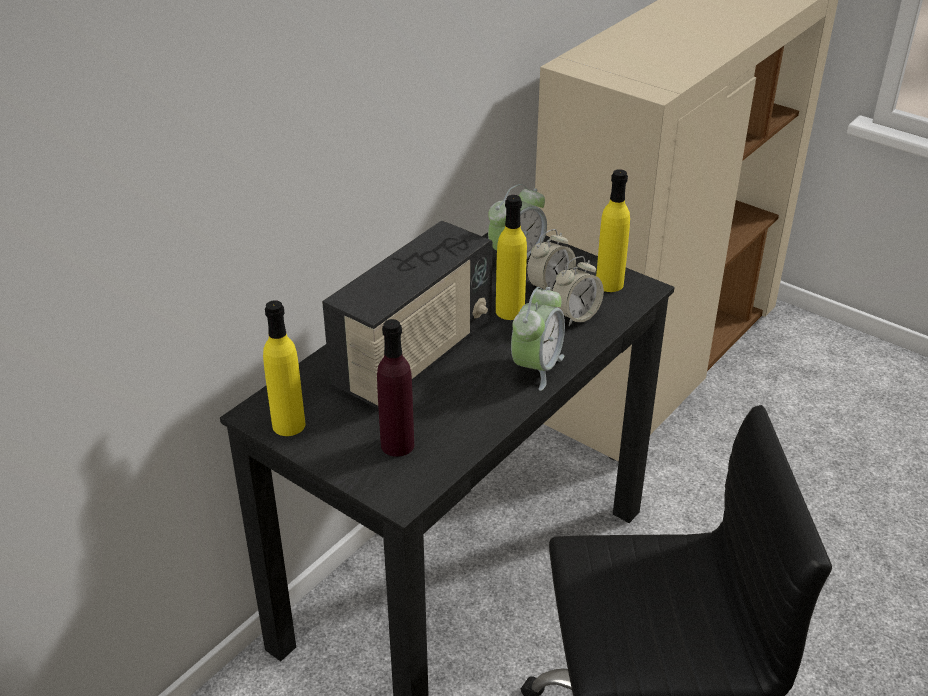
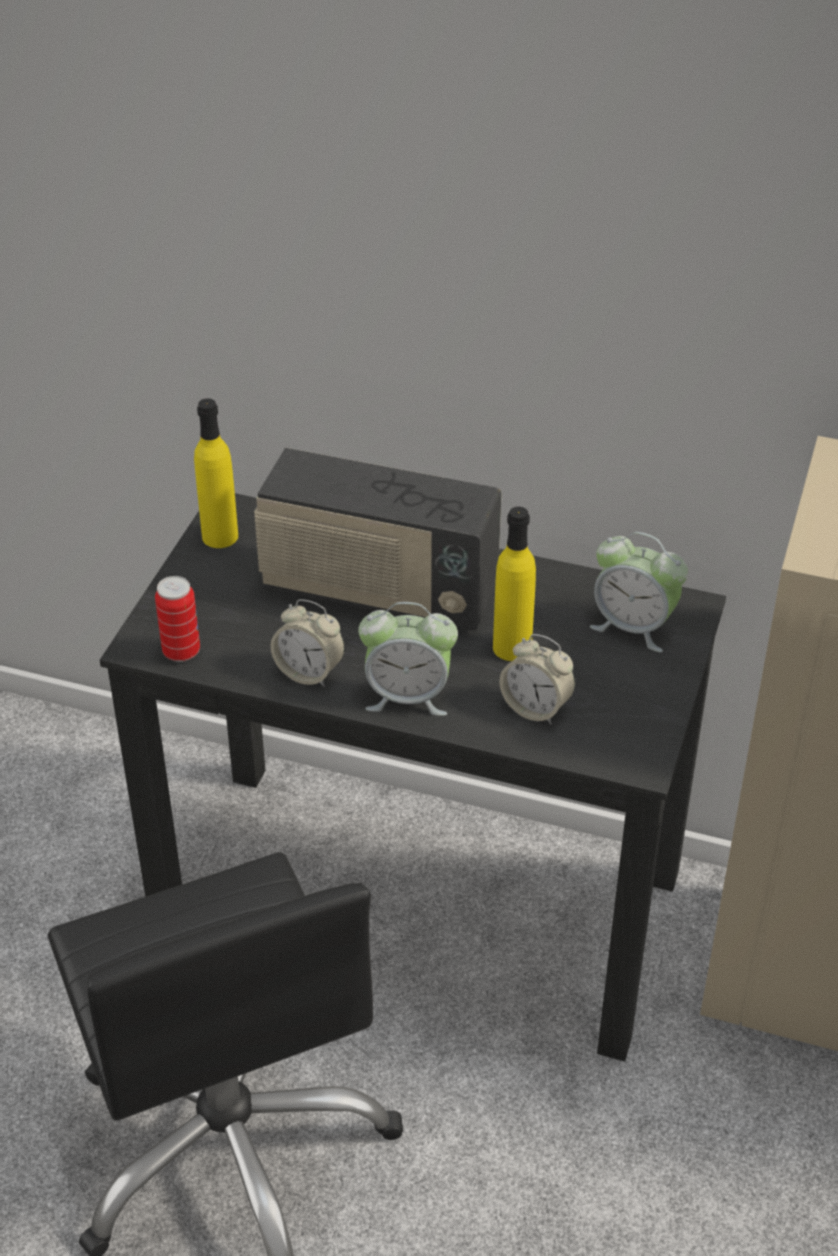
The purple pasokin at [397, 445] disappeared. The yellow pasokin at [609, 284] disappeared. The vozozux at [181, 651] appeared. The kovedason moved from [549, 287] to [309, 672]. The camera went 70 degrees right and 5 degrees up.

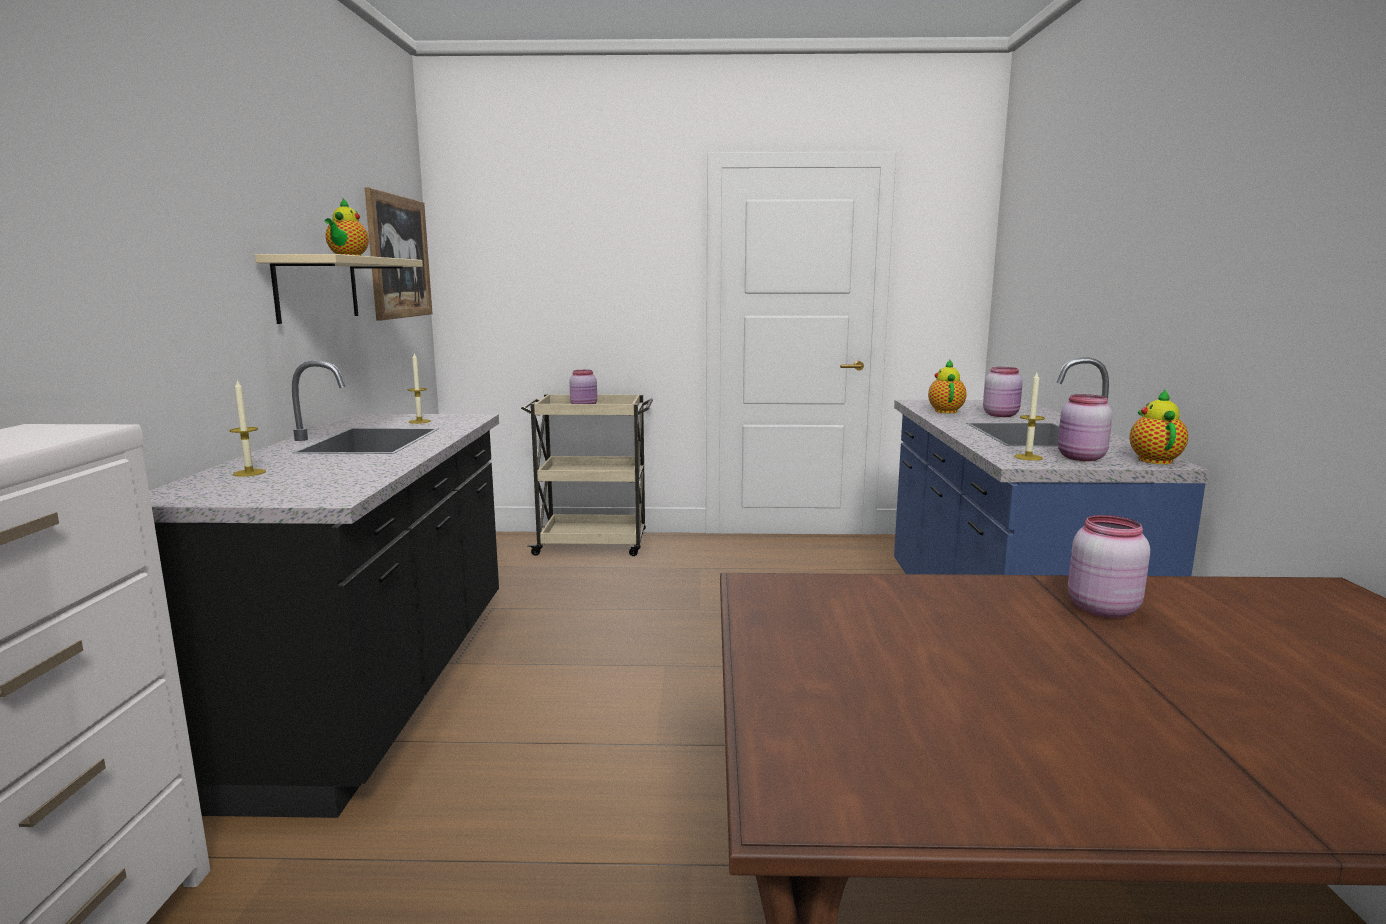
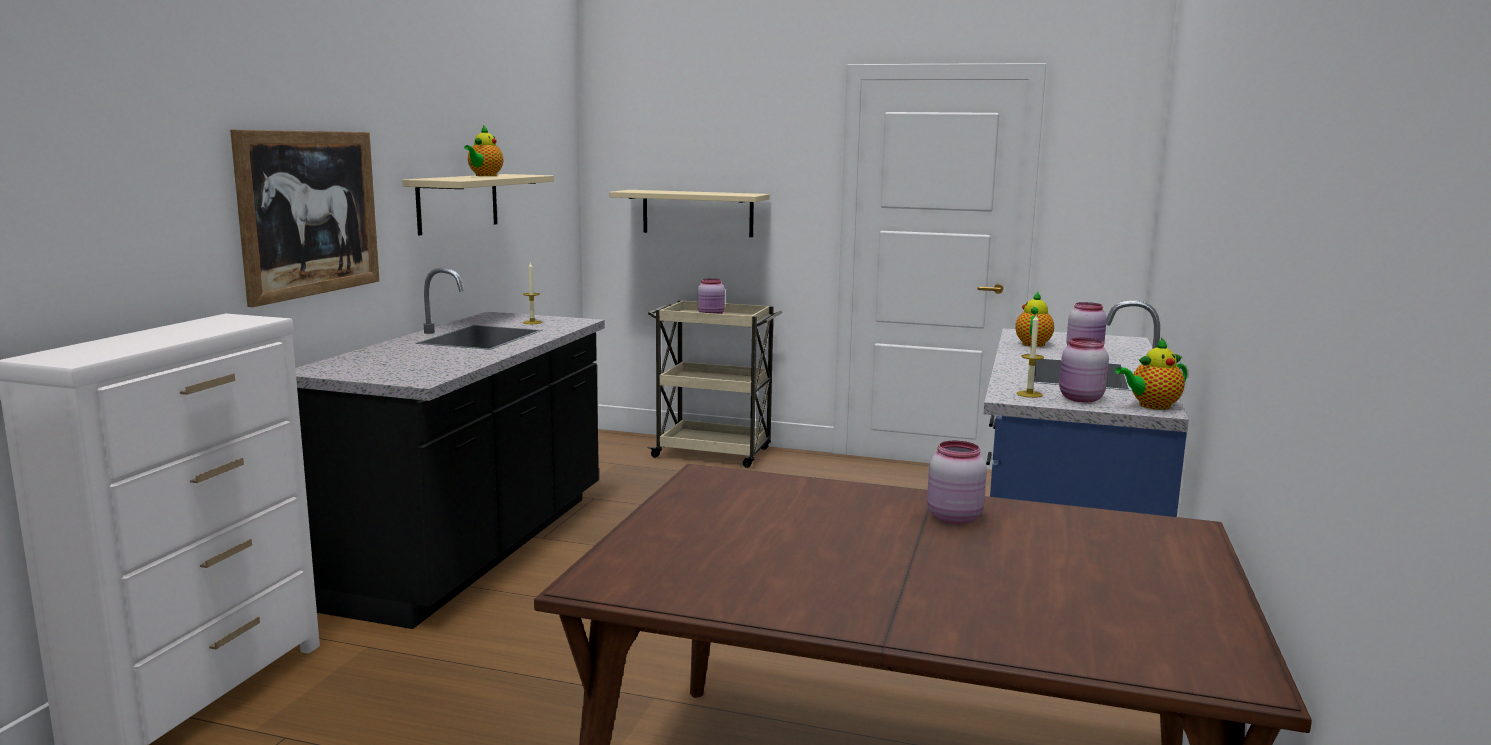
The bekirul at [249, 473] disappeared. The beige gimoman at [697, 213] appeared. The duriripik moved from [399, 257] to [309, 213]. The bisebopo at [1153, 459] turned 135 degrees counterclockwise. The camera went 15 degrees right and 0 degrees up.

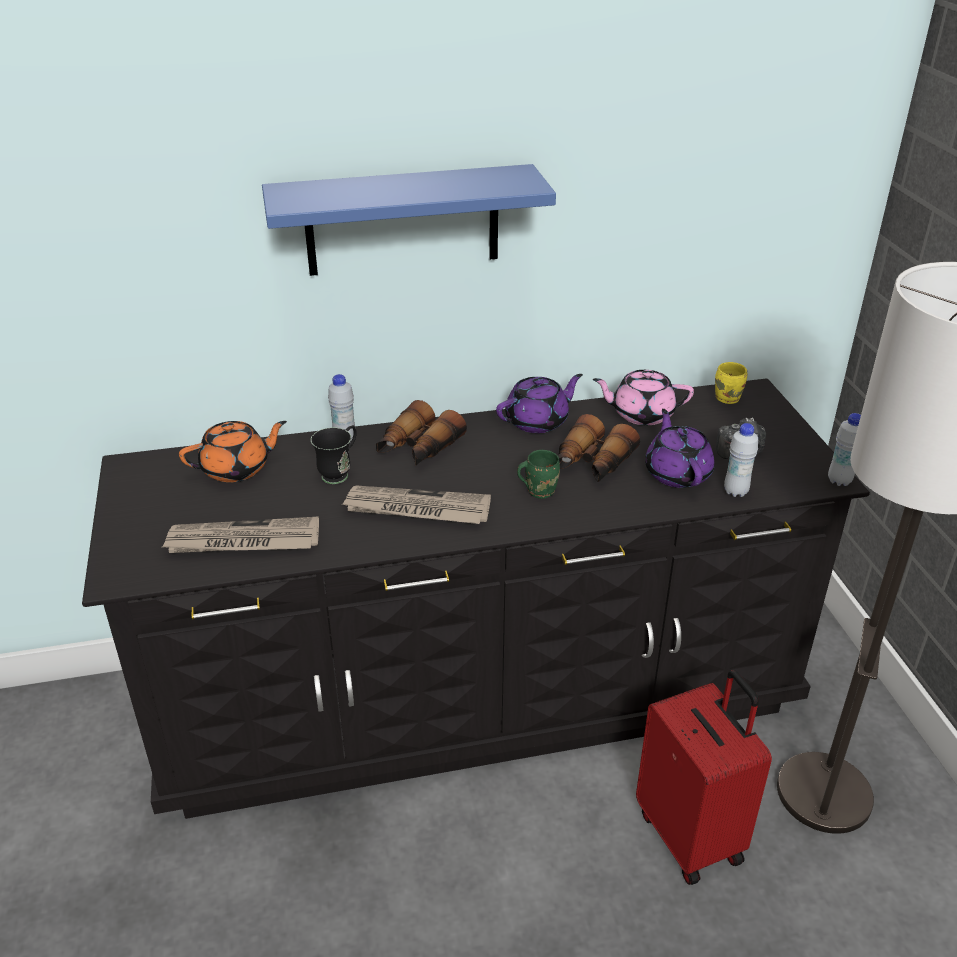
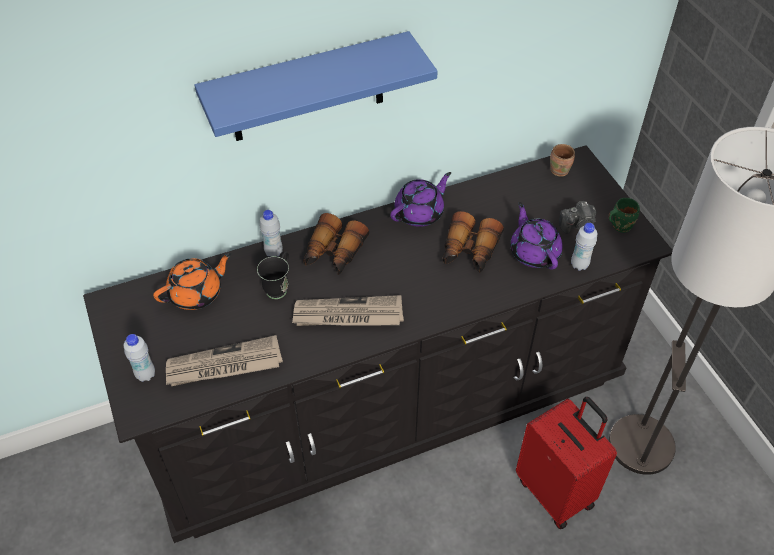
The pink bisebopo at [641, 414] disappeared. The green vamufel moved from [539, 490] to [619, 225]. The white pasokin moved from [839, 481] to [145, 375]. The yellow vamufel at [729, 398] became the brown vamufel at [561, 170]. The camera went 10 degrees left and 15 degrees up.

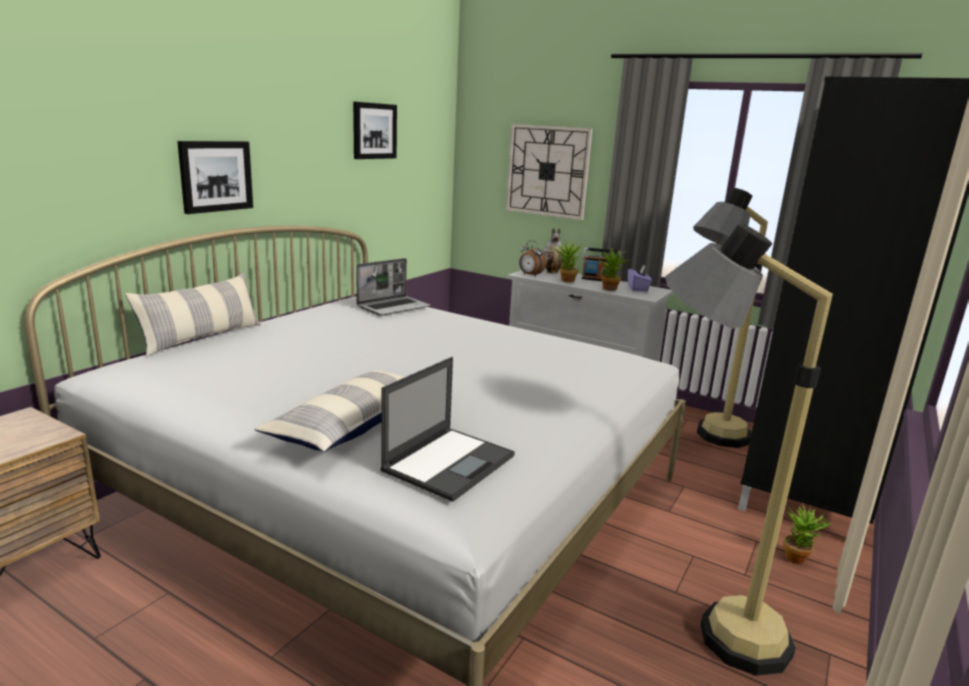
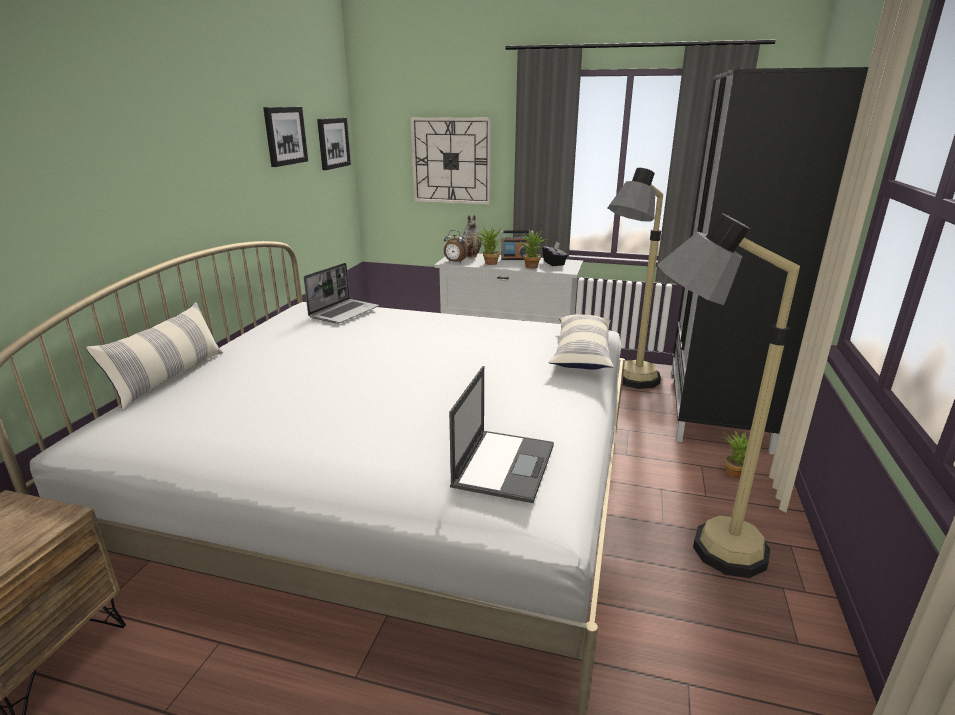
The duriripik moved from [215, 176] to [333, 143]. The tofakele moved from [350, 424] to [581, 353]. The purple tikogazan at [638, 288] became the black tikogazan at [554, 263]. The camera went 15 degrees left and 5 degrees up.

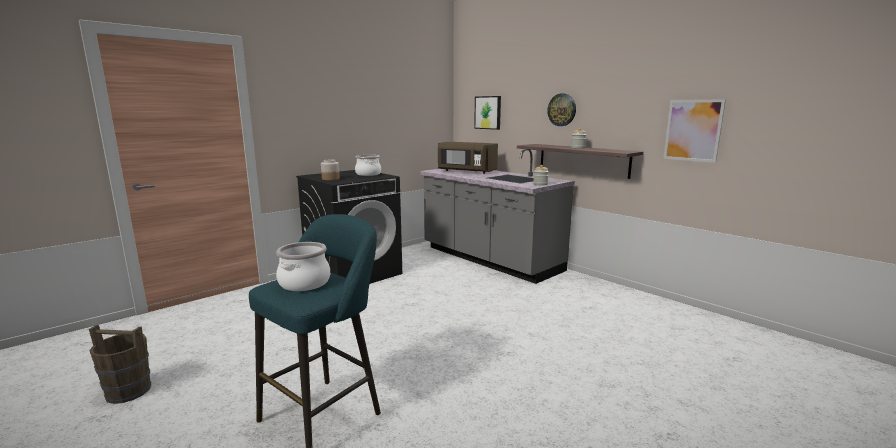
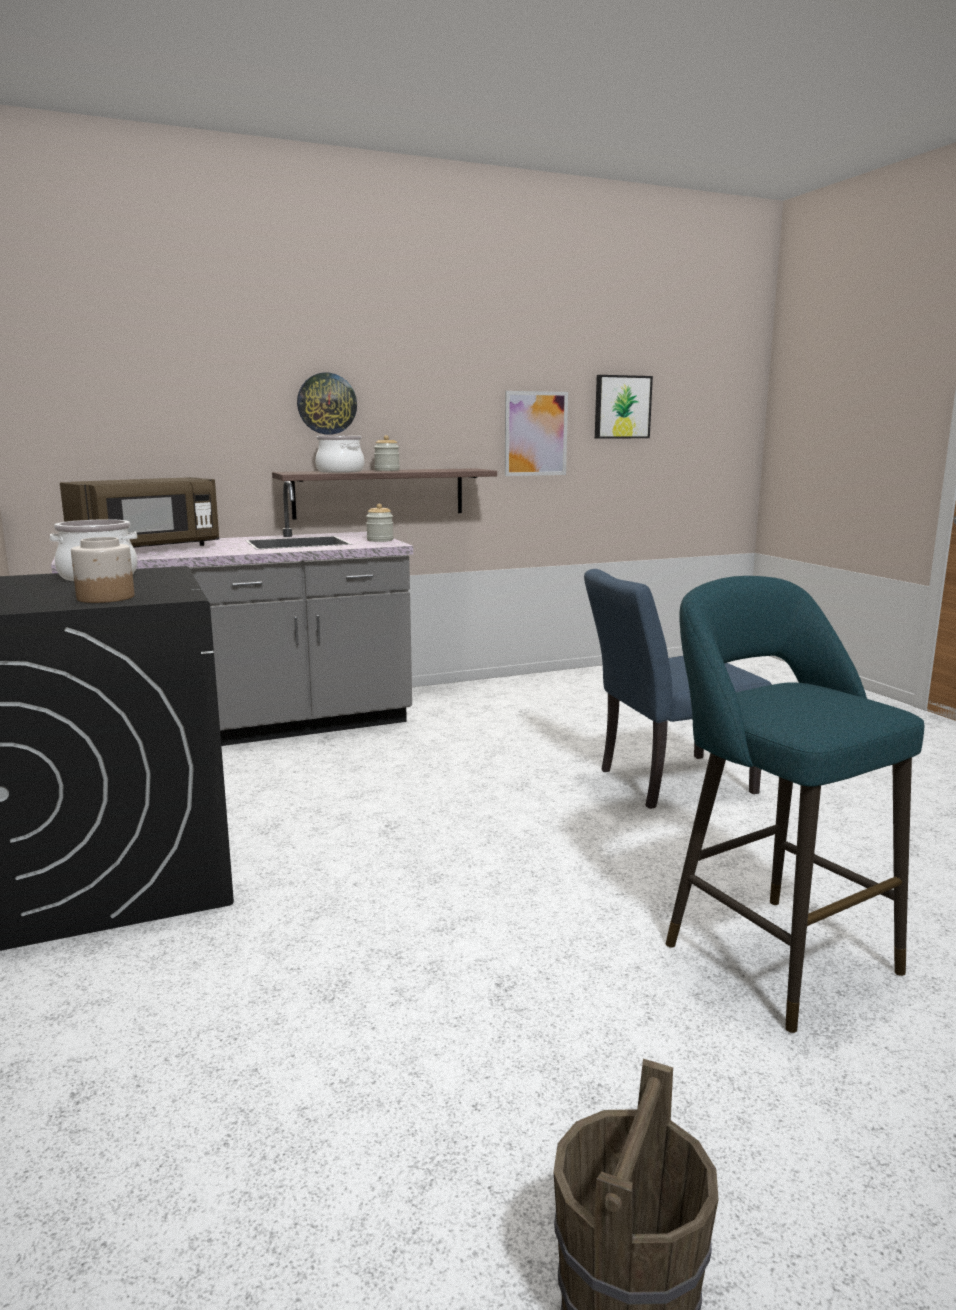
The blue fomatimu at [665, 782] appeared. The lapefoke moved from [304, 283] to [339, 471]. The duriripik moved from [488, 112] to [621, 407]. The camera went 70 degrees left and 0 degrees up.

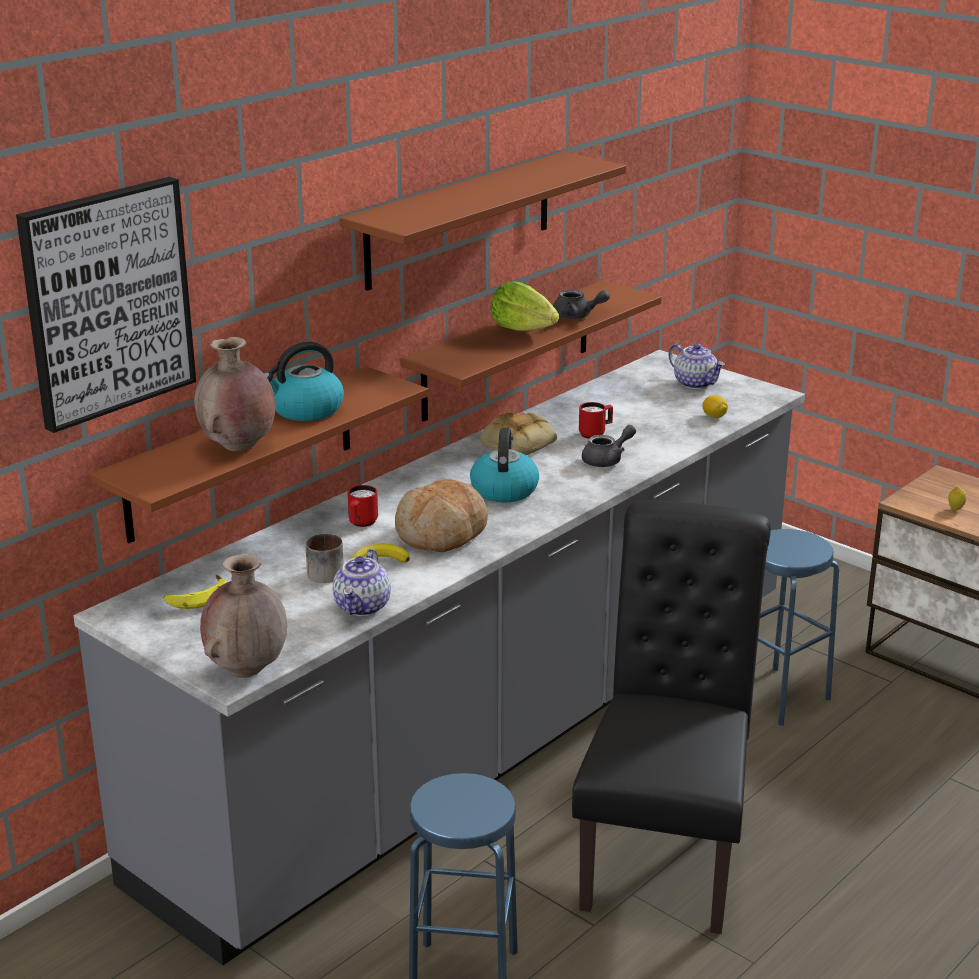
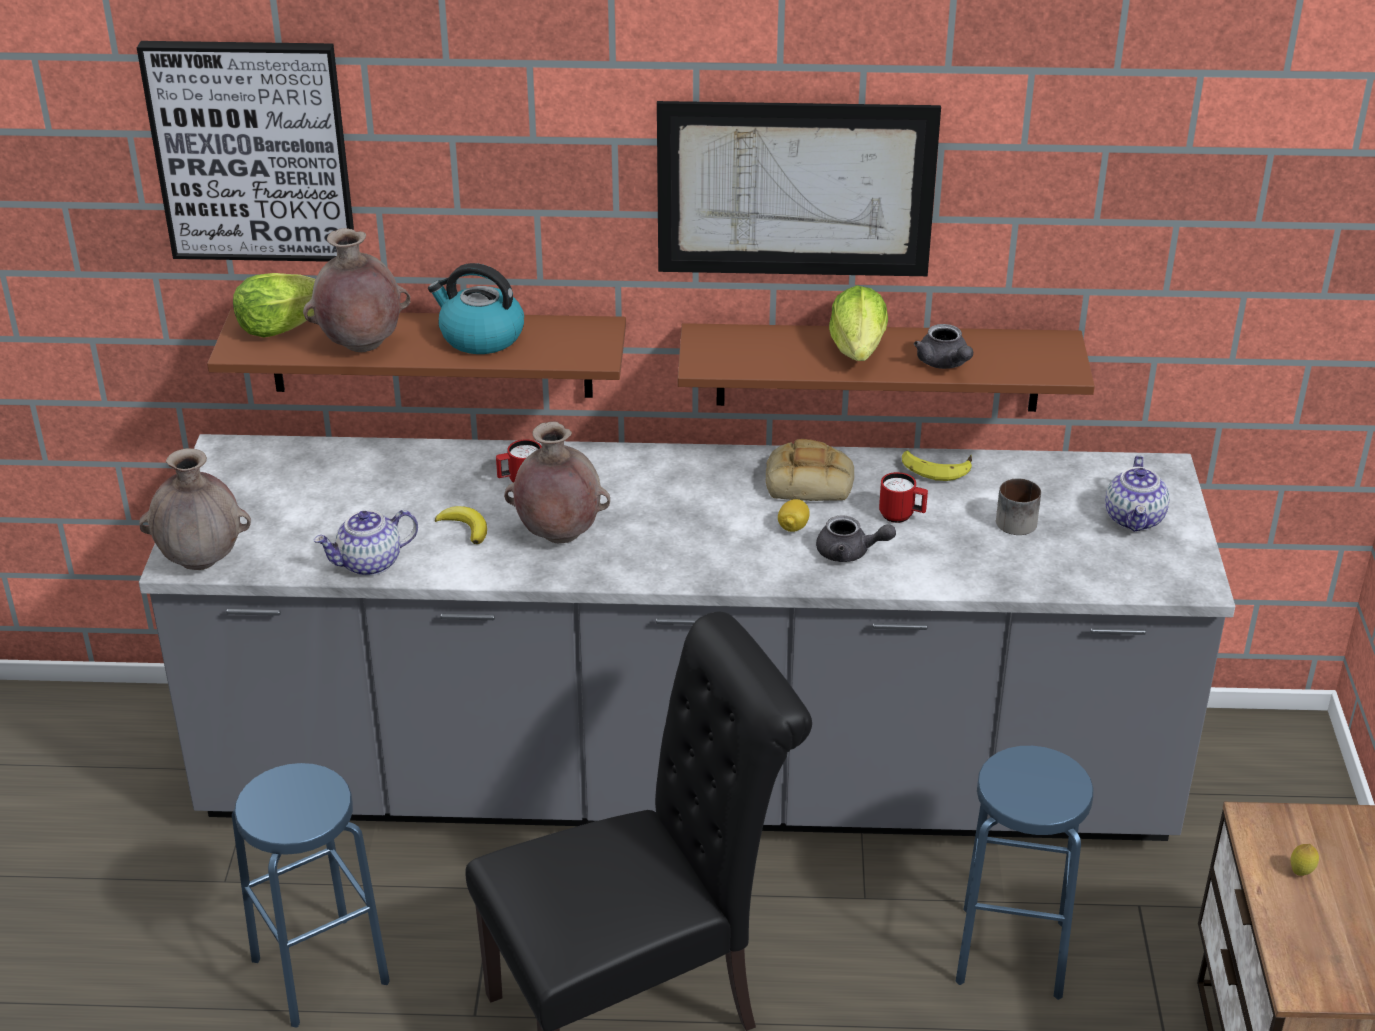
The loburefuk at [504, 489] disappeared. The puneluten at [280, 327] appeared. The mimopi moved from [197, 598] to [936, 468]. The vamufel moved from [323, 571] to [1018, 519]. The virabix moved from [714, 416] to [793, 527]. The brown gimoman at [459, 220] was replaced by the duriripik at [795, 189]. The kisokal at [442, 533] was replaced by the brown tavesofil at [558, 535]. The camera went 50 degrees right and 10 degrees up.

